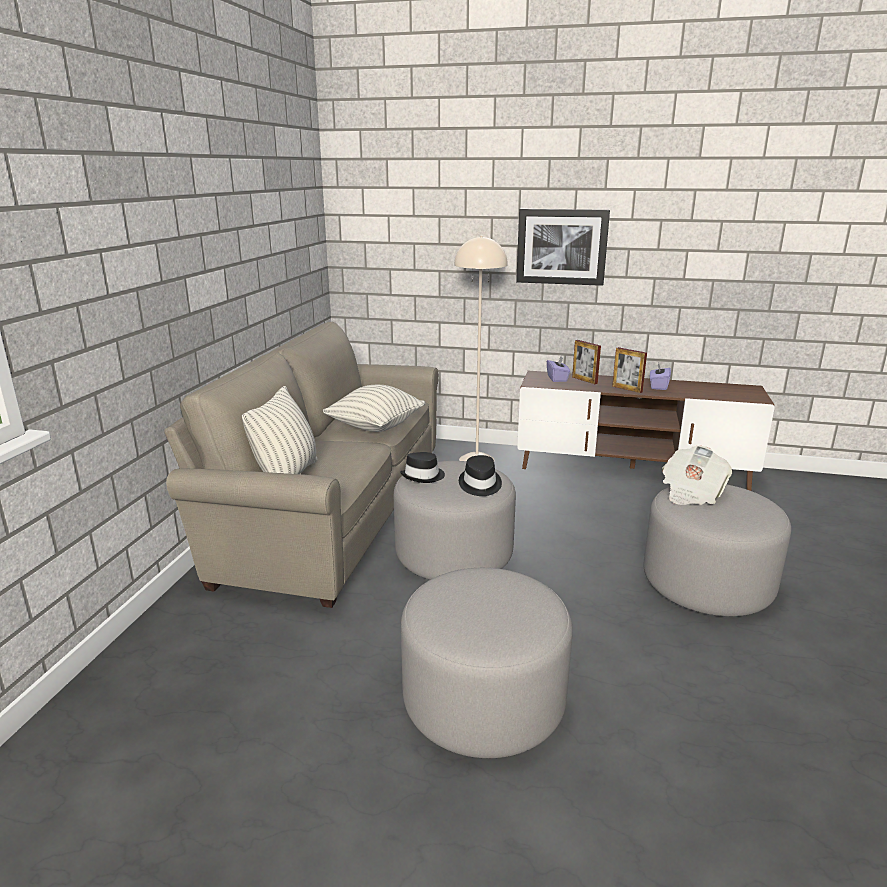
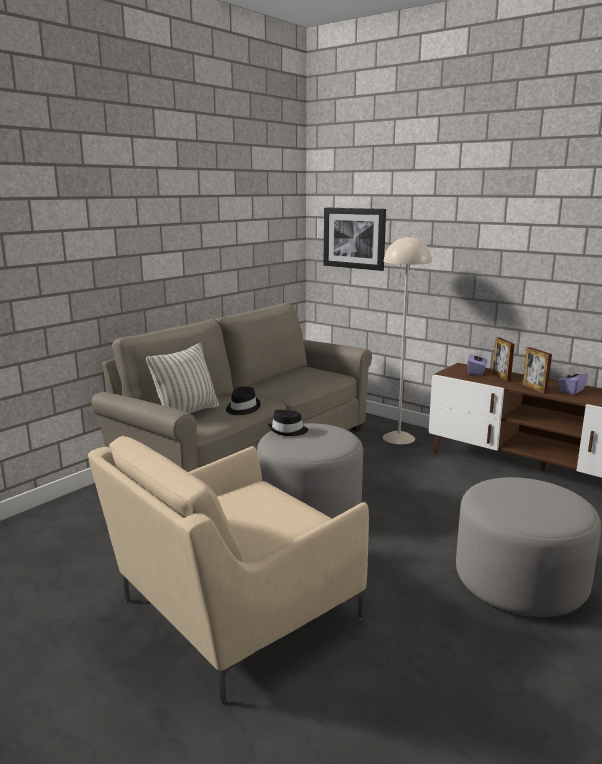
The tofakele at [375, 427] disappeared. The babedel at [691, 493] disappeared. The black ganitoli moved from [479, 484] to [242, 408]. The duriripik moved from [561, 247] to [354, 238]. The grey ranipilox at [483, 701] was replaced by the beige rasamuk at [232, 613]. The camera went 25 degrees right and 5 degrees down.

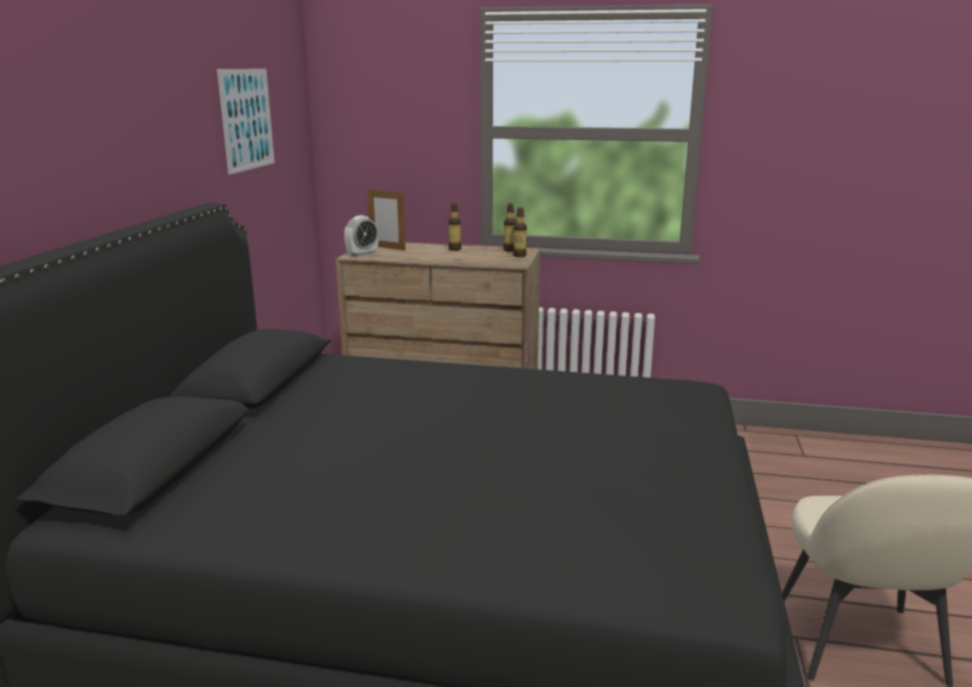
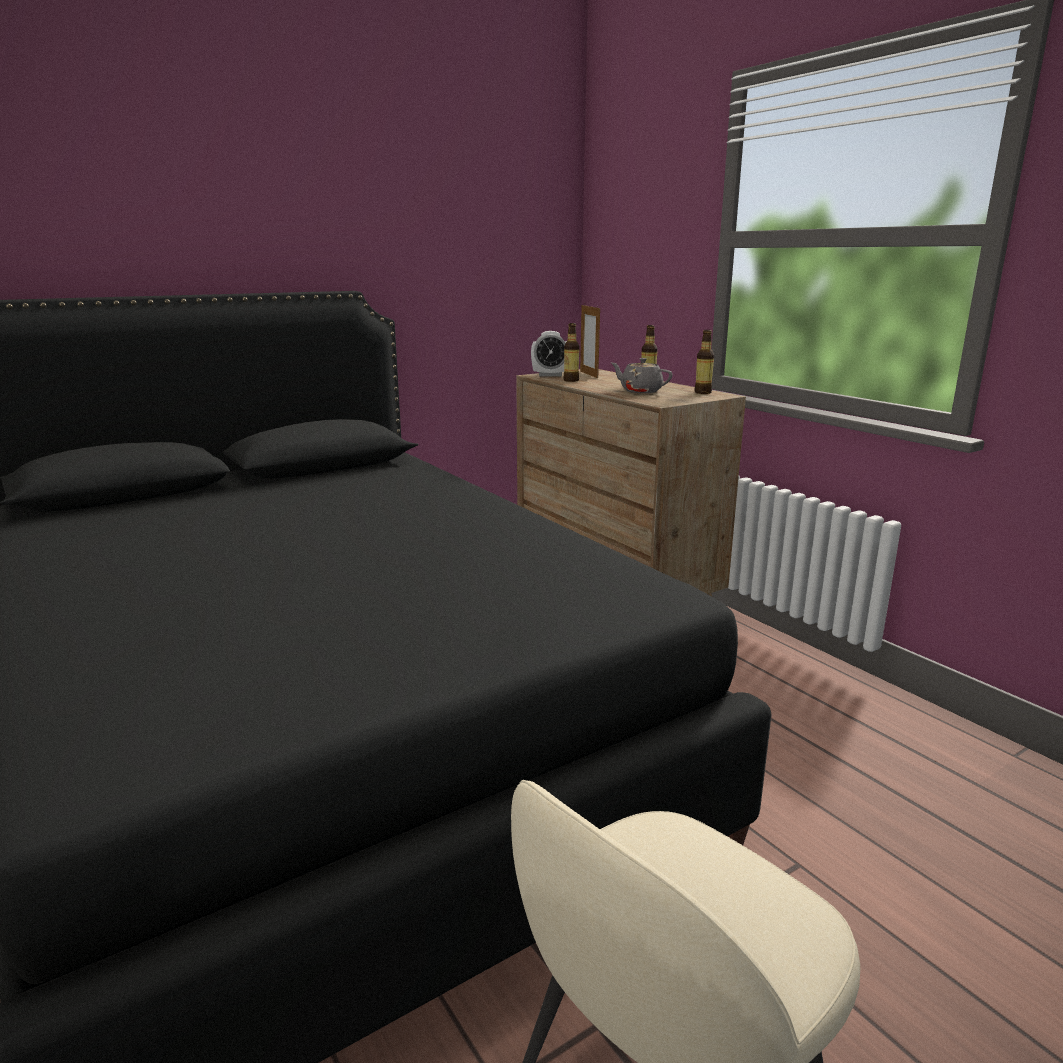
The duriripik at [247, 119] disappeared. The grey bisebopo at [640, 391] appeared. The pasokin moved from [519, 255] to [571, 380]. The camera went 45 degrees right and 0 degrees up.

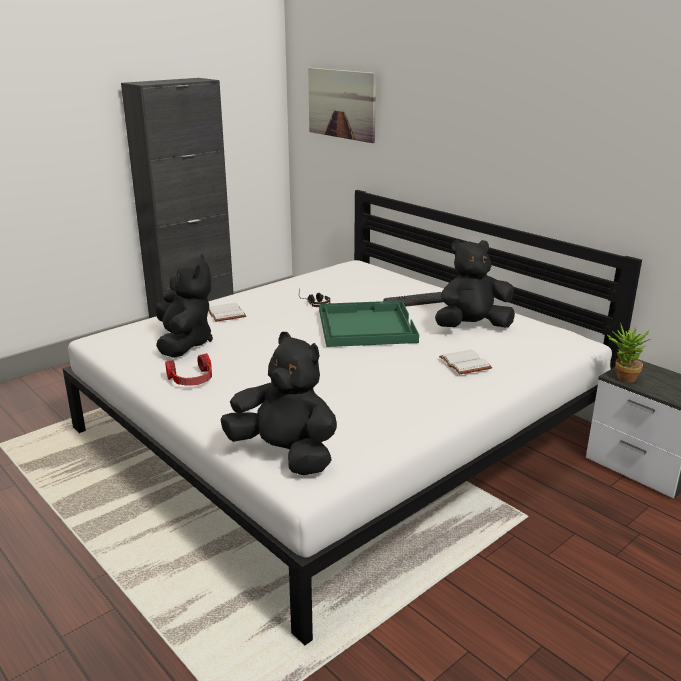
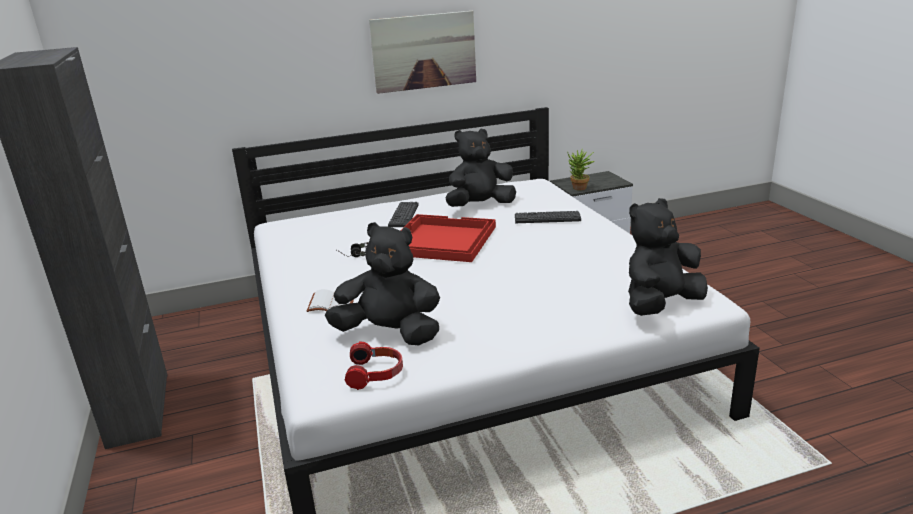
The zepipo moved from [192, 380] to [376, 373]. The duriripik moved from [341, 104] to [424, 51]. The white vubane at [466, 364] was replaced by the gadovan at [547, 218]. The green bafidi at [365, 326] became the red bafidi at [441, 240]. The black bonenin at [472, 327] turned 60 degrees clockwise. The camera went 65 degrees left and 0 degrees up.

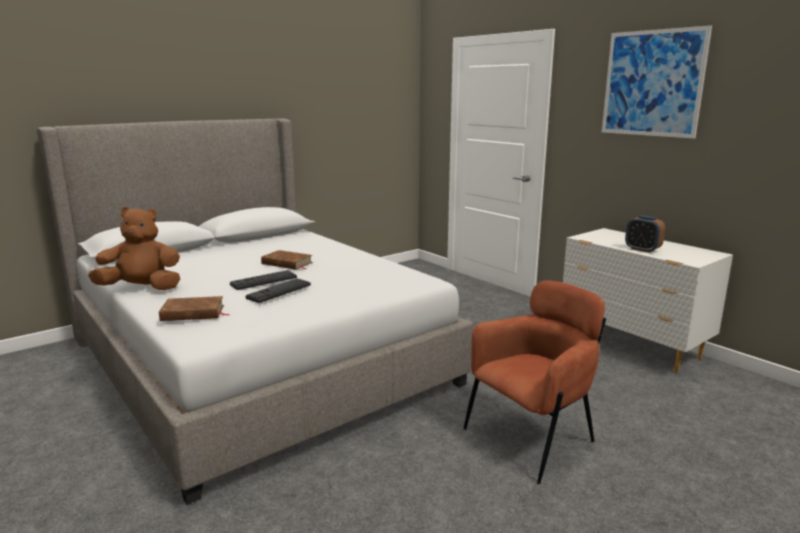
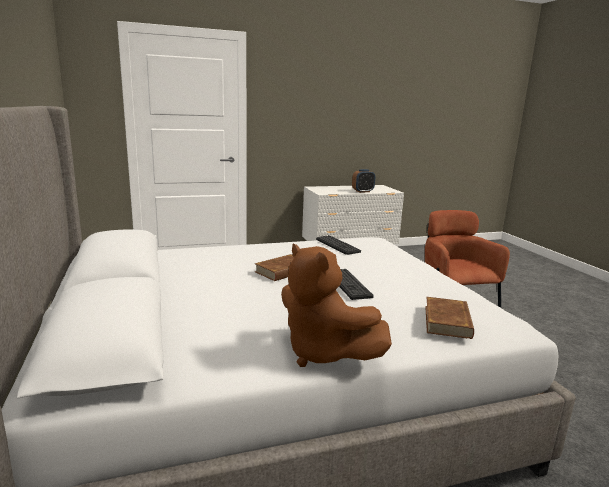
The duriripik at [652, 83] disappeared. The gadovan moved from [279, 291] to [337, 245]. The brown bonenin at [142, 288] turned 60 degrees counterclockwise. The camera went 70 degrees left and 0 degrees up.

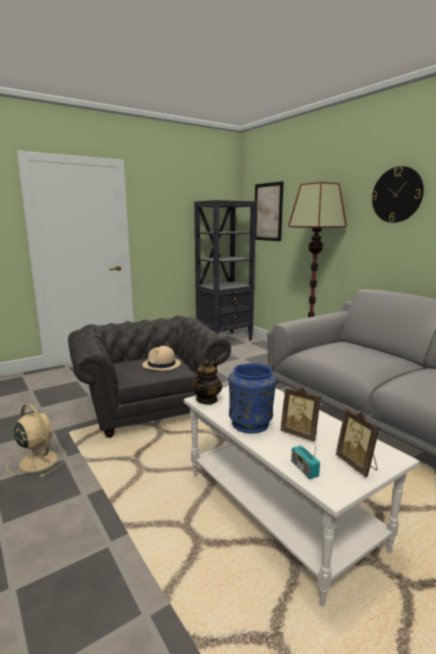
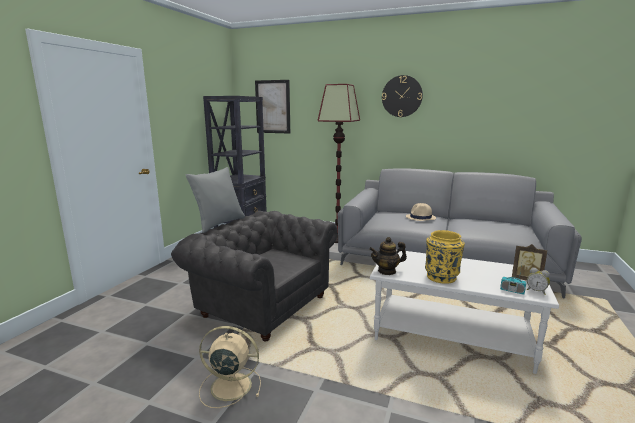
The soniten at [300, 434] disappeared. The grey tofakele at [219, 224] appeared. The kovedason at [536, 291] appeared. The beige ganitoli moved from [161, 365] to [421, 217]. The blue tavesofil at [251, 423] became the yellow tavesofil at [441, 277]. The bisebopo at [207, 400] turned 90 degrees clockwise. The camera went 35 degrees left and 0 degrees up.

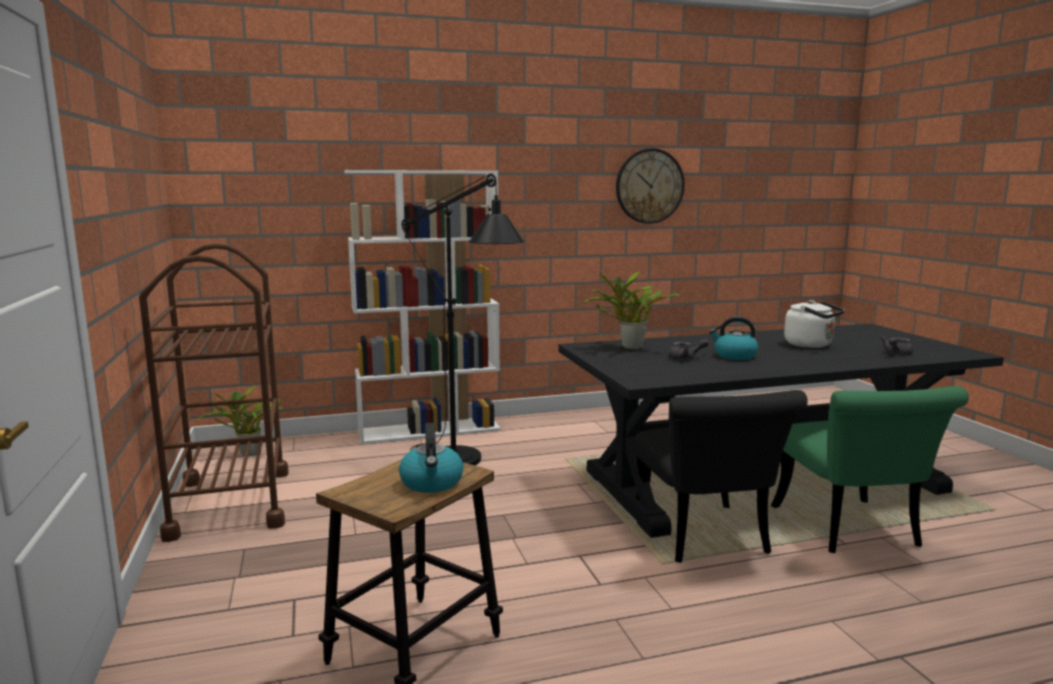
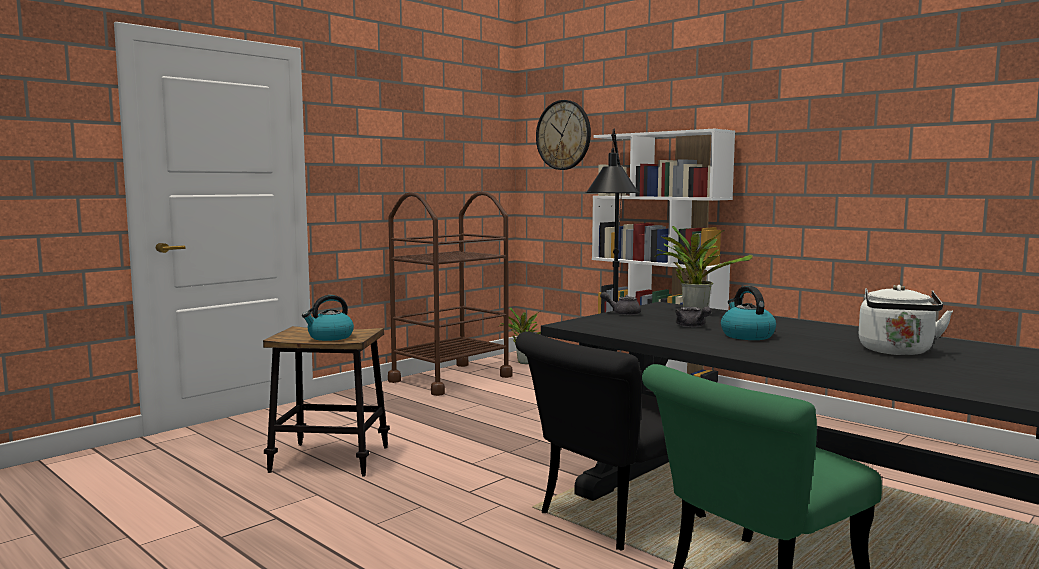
The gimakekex moved from [649, 186] to [563, 135]. The grey bisebopo moved from [896, 354] to [622, 313]. The camera went 60 degrees right and 5 degrees down.

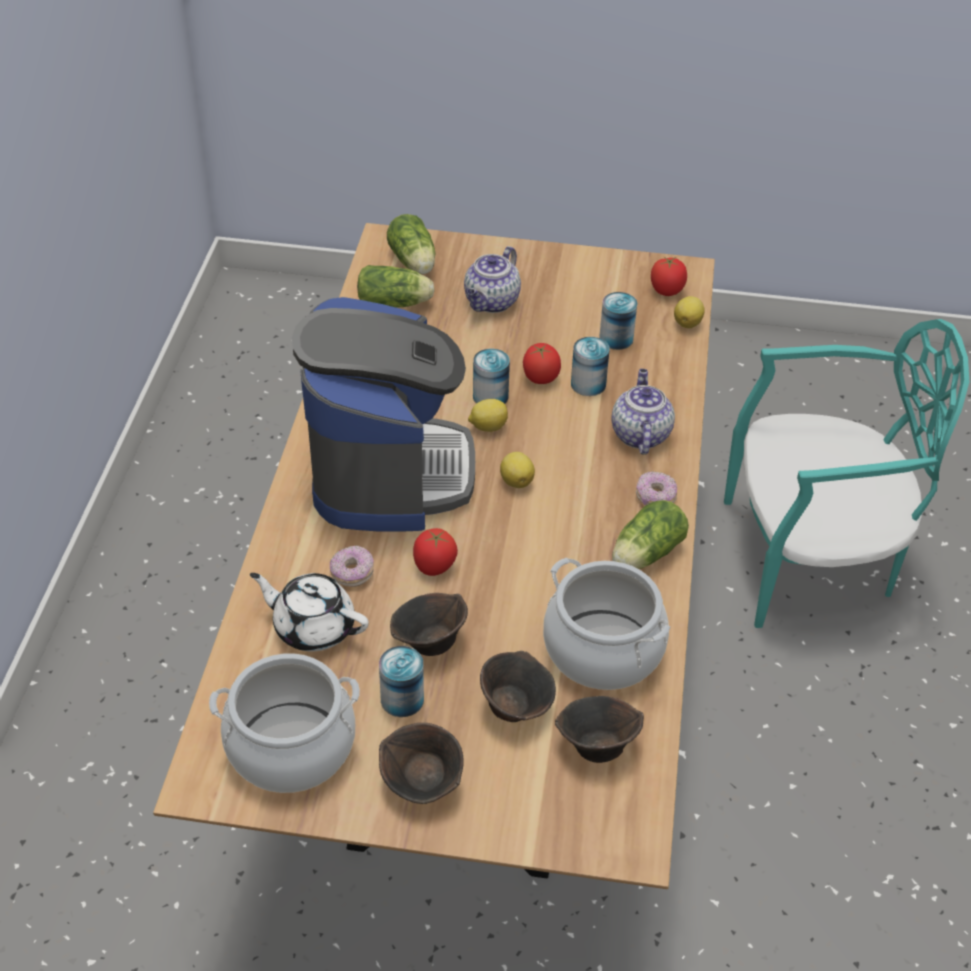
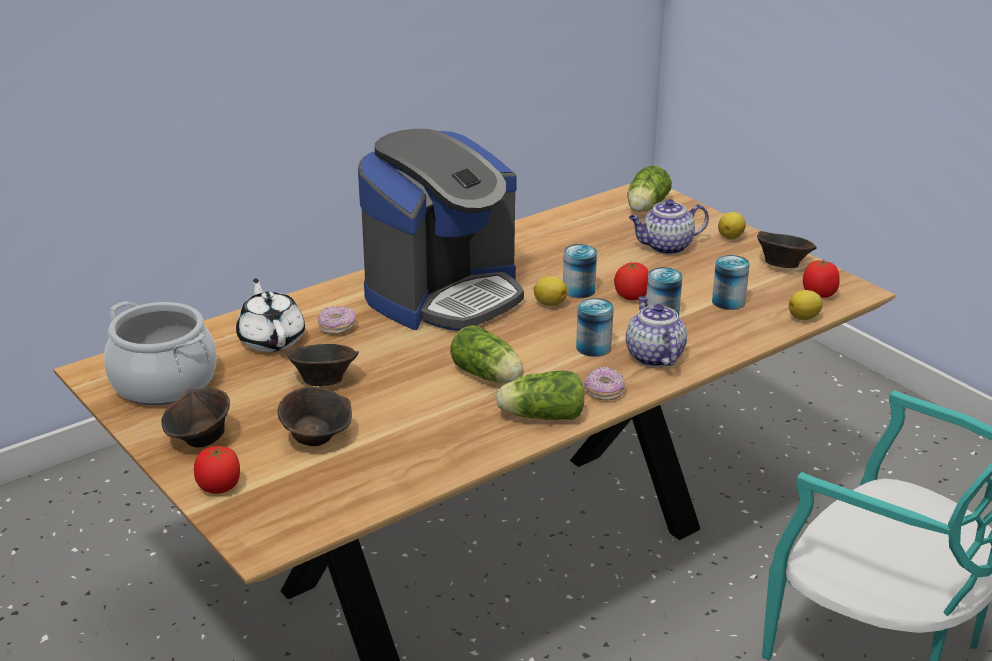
The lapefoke at [603, 650] disappeared. The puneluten moved from [396, 304] to [489, 377]. The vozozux moved from [402, 699] to [593, 347]. The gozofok moved from [434, 566] to [219, 488]. The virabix moved from [516, 481] to [731, 237]. The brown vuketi moved from [596, 745] to [782, 265]. The bisebopo at [639, 434] turned 60 degrees counterclockwise. The camera went 45 degrees right and 15 degrees down.

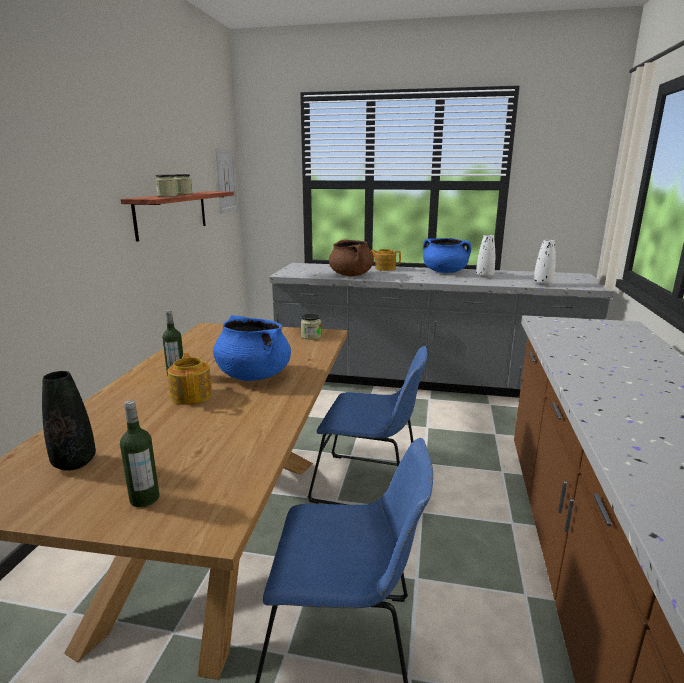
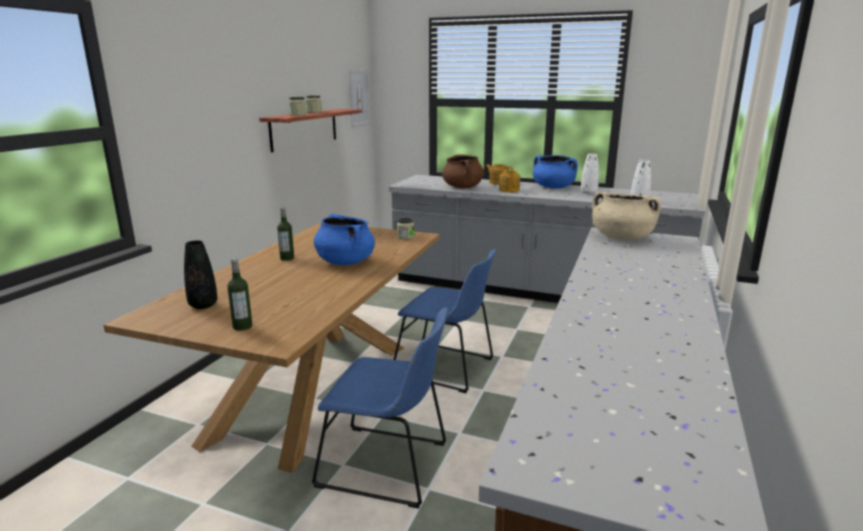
The beige lapefoke at [621, 238] appeared. The bisebopo moved from [192, 395] to [509, 190]. The camera went 10 degrees right and 0 degrees up.

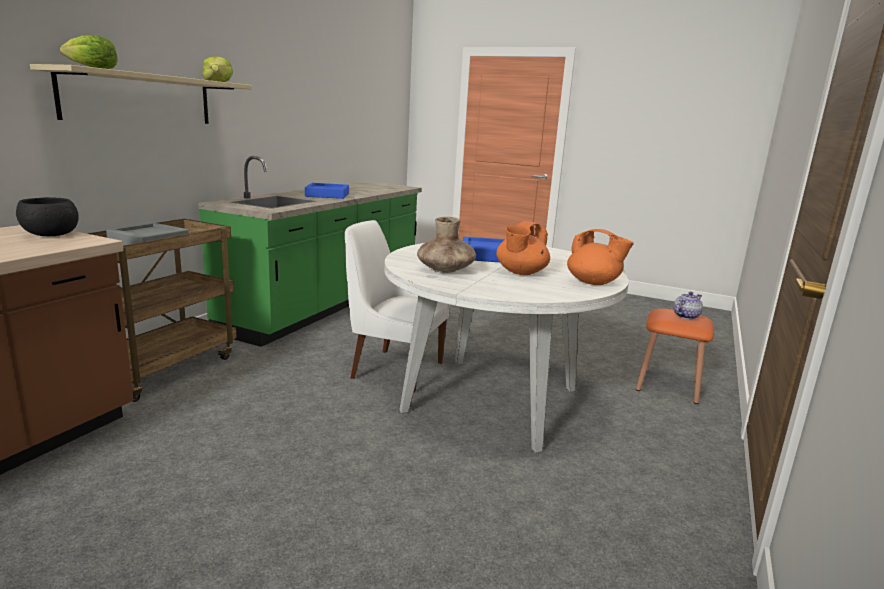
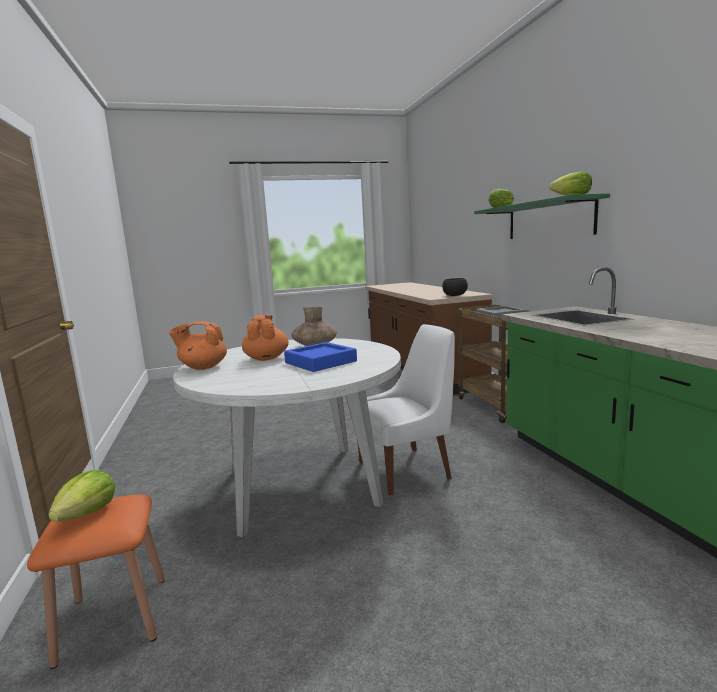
The blue bafidi at [327, 195] disappeared. The bisebopo at [685, 316] was replaced by the puneluten at [87, 513]. The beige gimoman at [139, 98] became the green gimoman at [549, 220]. The camera went 140 degrees right and 5 degrees down.

